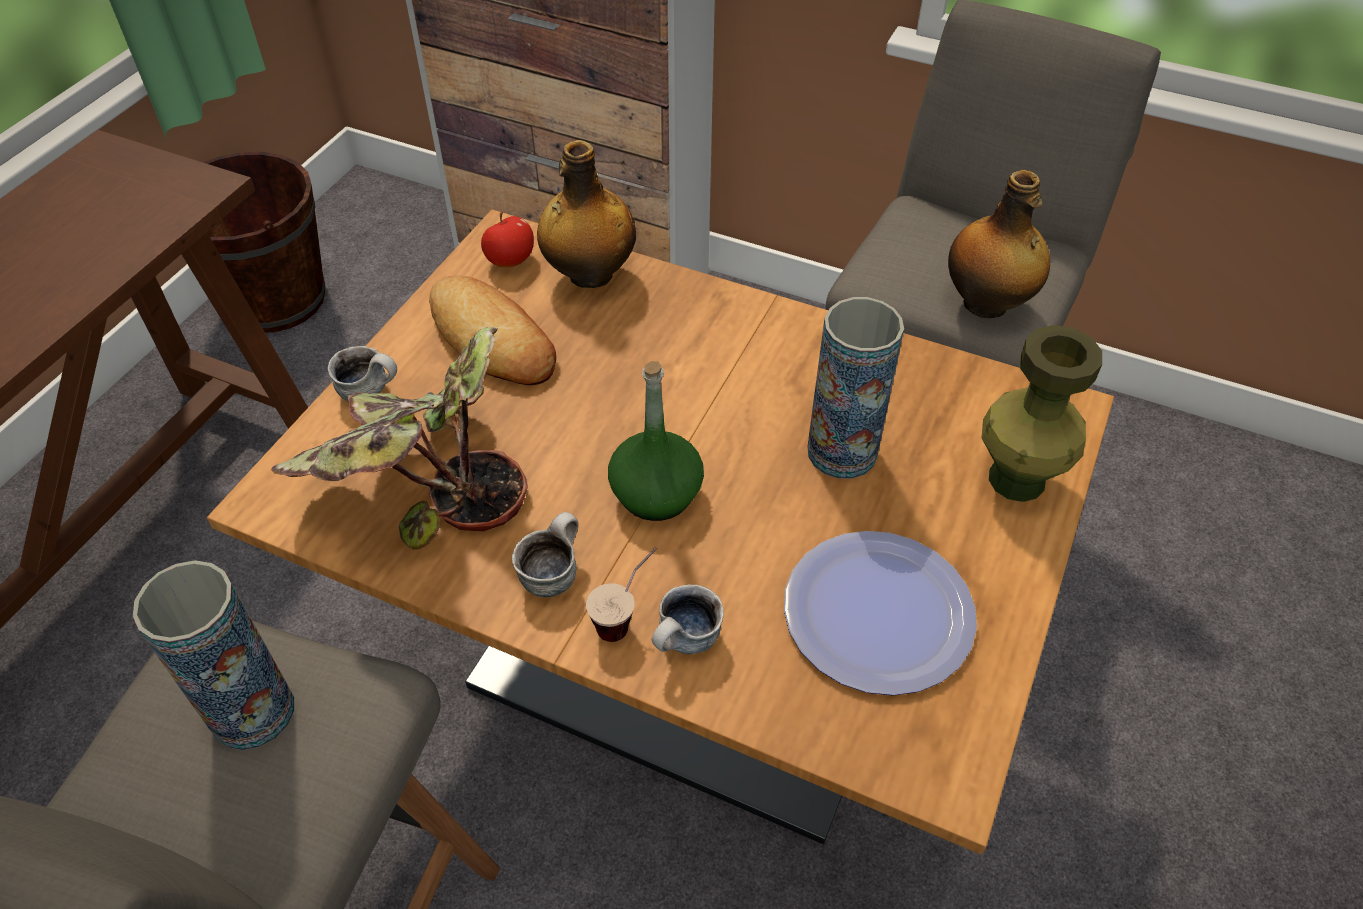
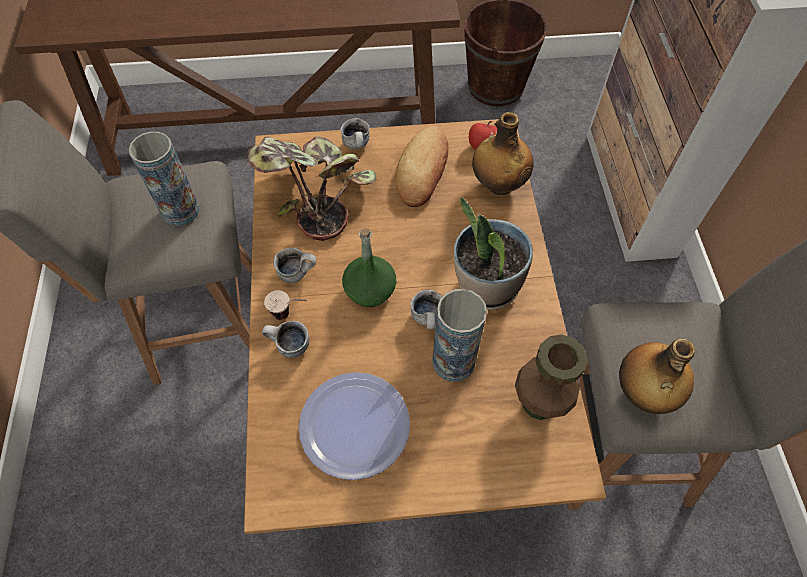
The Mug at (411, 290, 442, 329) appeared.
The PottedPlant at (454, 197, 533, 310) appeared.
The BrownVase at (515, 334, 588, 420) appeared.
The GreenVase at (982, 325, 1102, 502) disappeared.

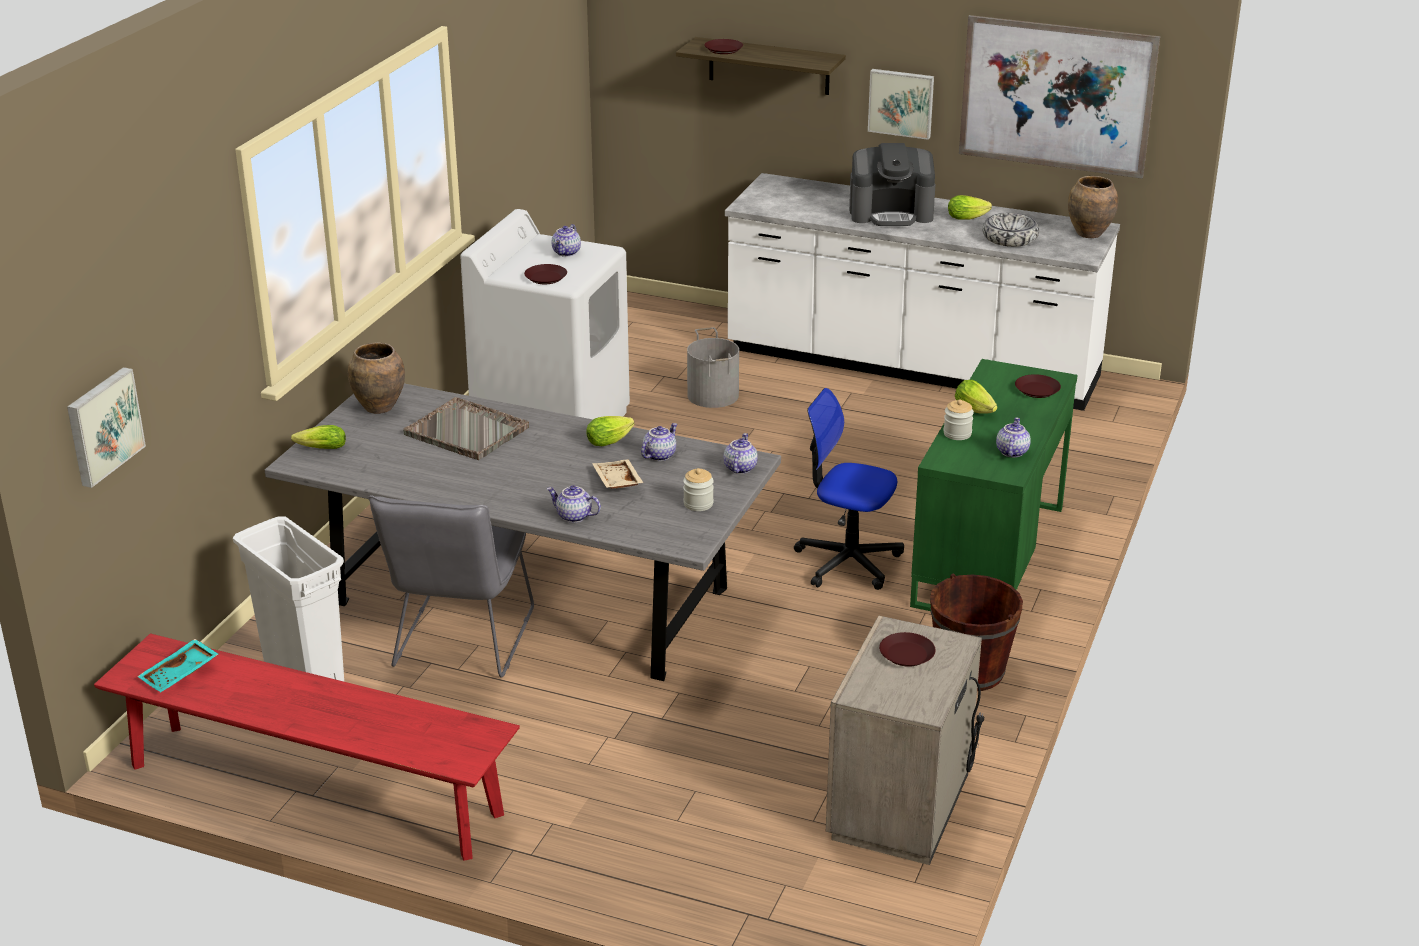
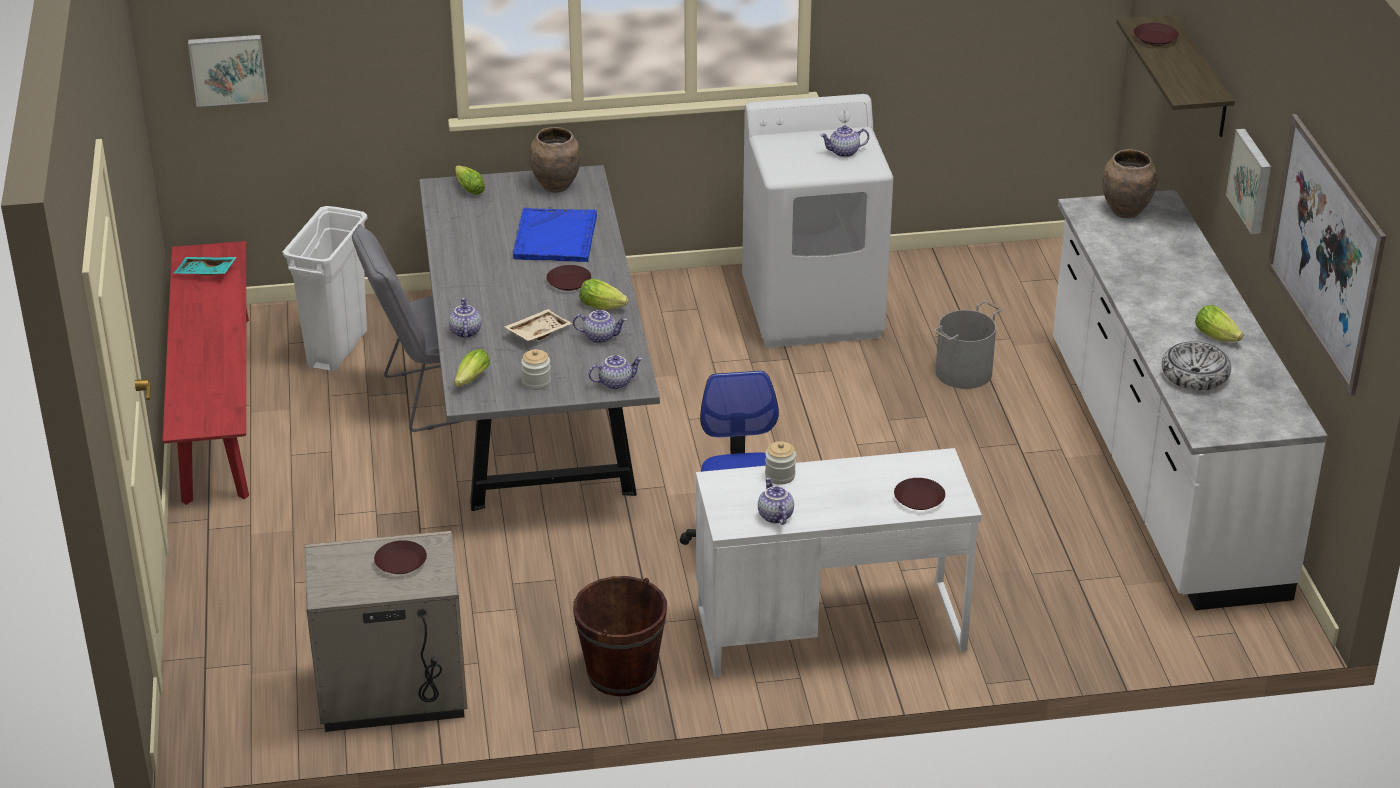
The Lettuce moved from (955, 380, 998, 414) to (454, 349, 490, 387).
The GreyTray at (403, 397, 529, 460) became the BlueTray at (513, 208, 597, 262).
The BrownPlate moved from (524, 264, 567, 284) to (546, 265, 591, 291).
The GreenDesk at (910, 359, 1077, 611) became the WhiteDesk at (696, 448, 982, 677).
The Teapot at (996, 418, 1031, 457) turned 90 degrees counterclockwise.
The BrownVase moved from (1068, 176, 1118, 238) to (1102, 149, 1157, 218).
The CoffeeMachine at (849, 143, 936, 226) disappeared.

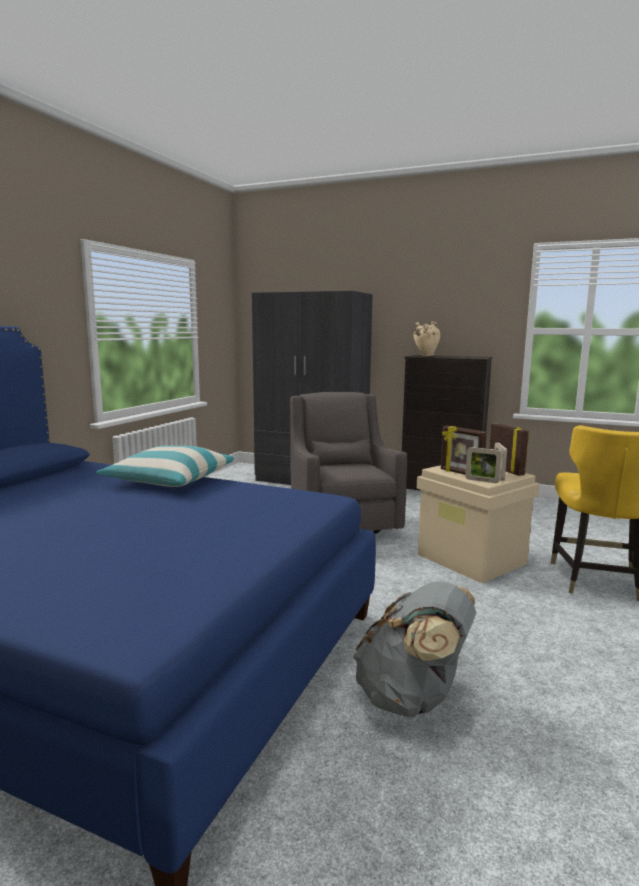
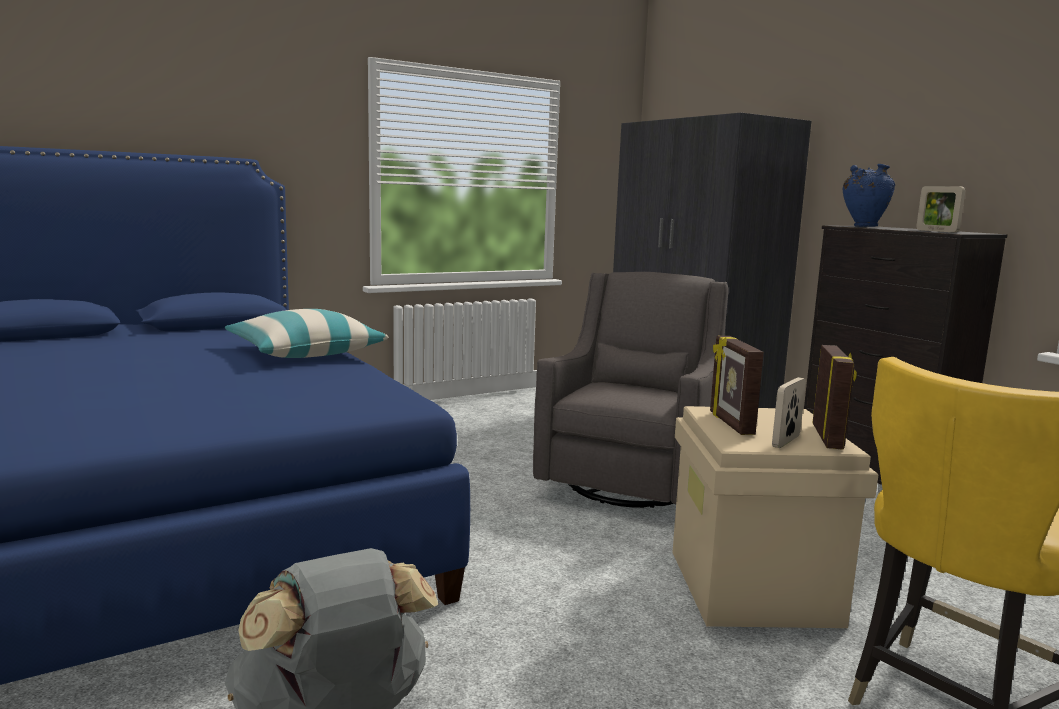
The BeigeVase at (413, 322, 440, 356) became the BlueVase at (843, 164, 895, 227).
The PictureFrame moved from (465, 447, 502, 483) to (916, 186, 965, 232).

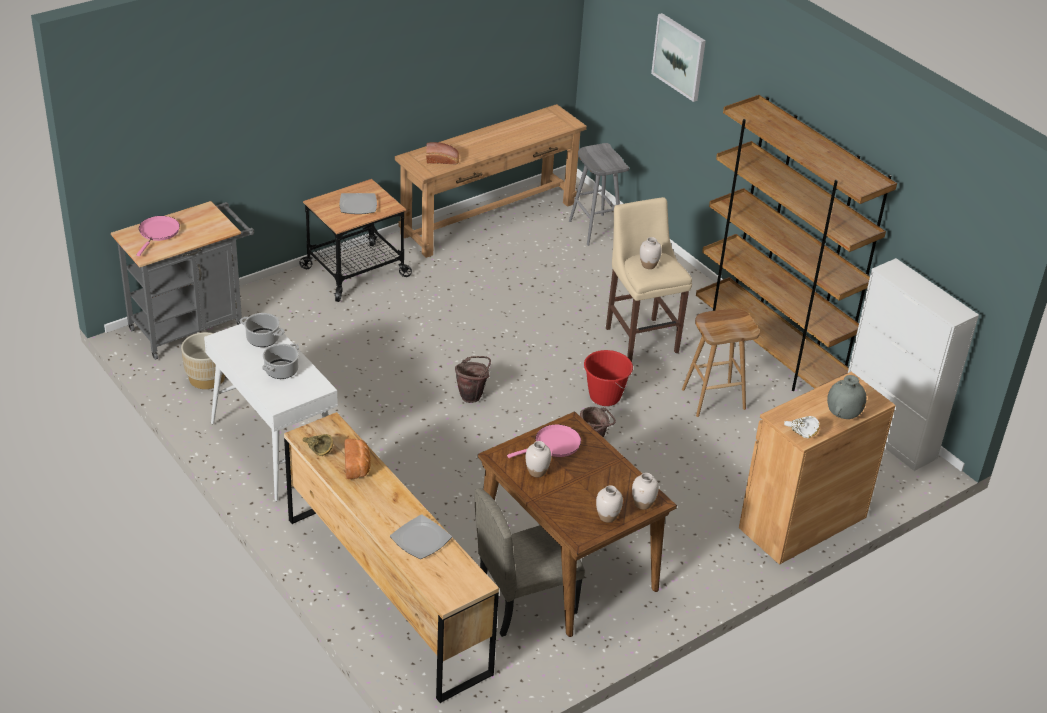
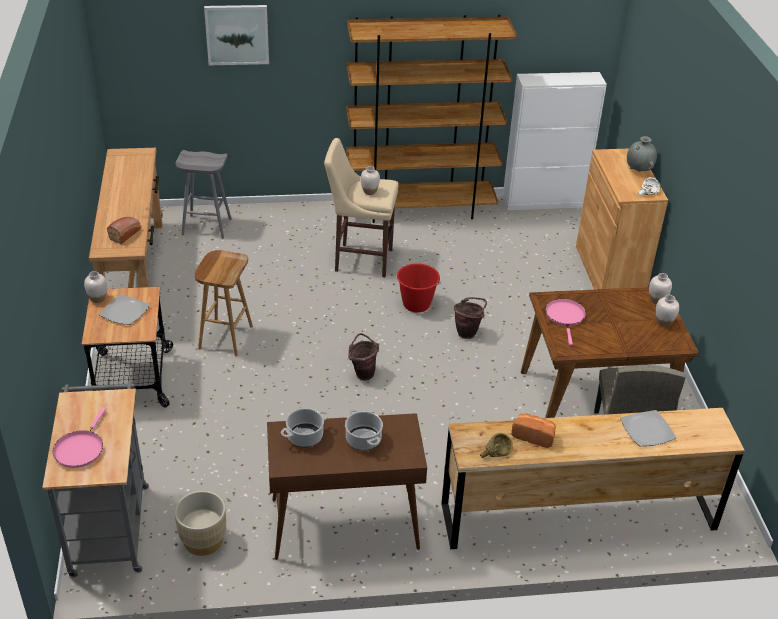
The PinkFryingPan at (136, 216, 180, 256) turned 120 degrees counterclockwise.
The WhiteVase moved from (525, 441, 551, 477) to (84, 271, 107, 303).
The BrownStool moved from (682, 309, 760, 417) to (195, 250, 253, 356).
The WhiteConsoleTable at (204, 324, 338, 501) became the BrownConsoleTable at (267, 413, 427, 560).

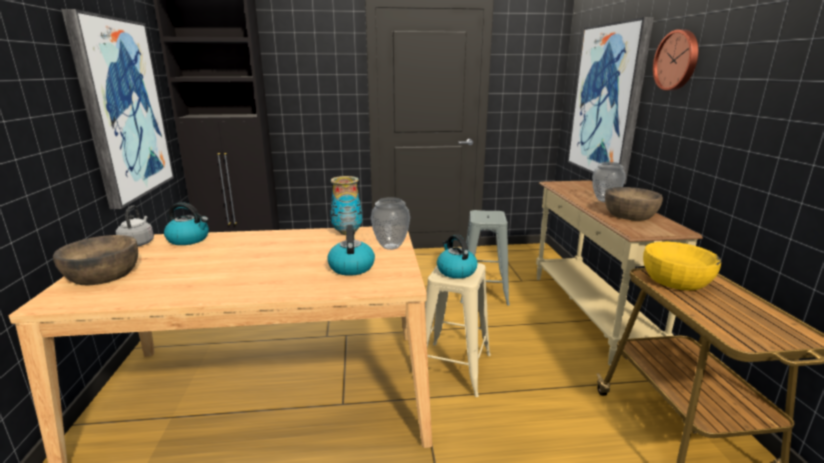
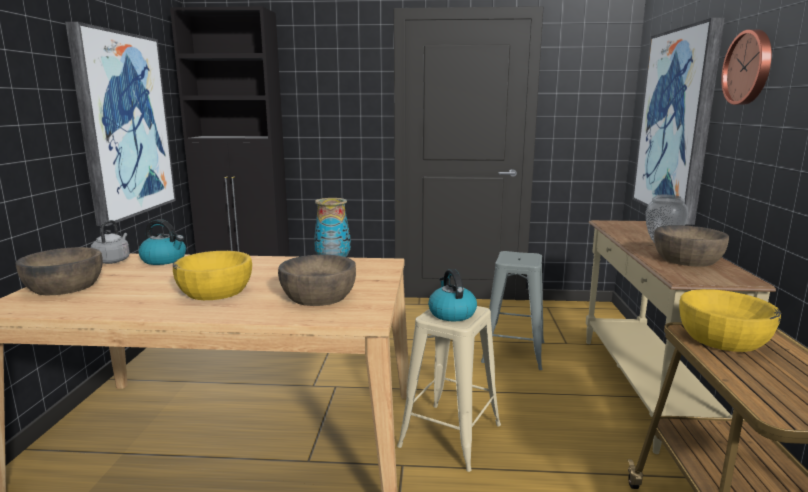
The YellowBowl at (173, 251, 252, 300) appeared.
The Kettle at (327, 225, 375, 276) was replaced by the BrownBowl at (278, 254, 356, 306).
The Vase at (371, 197, 410, 250) disappeared.

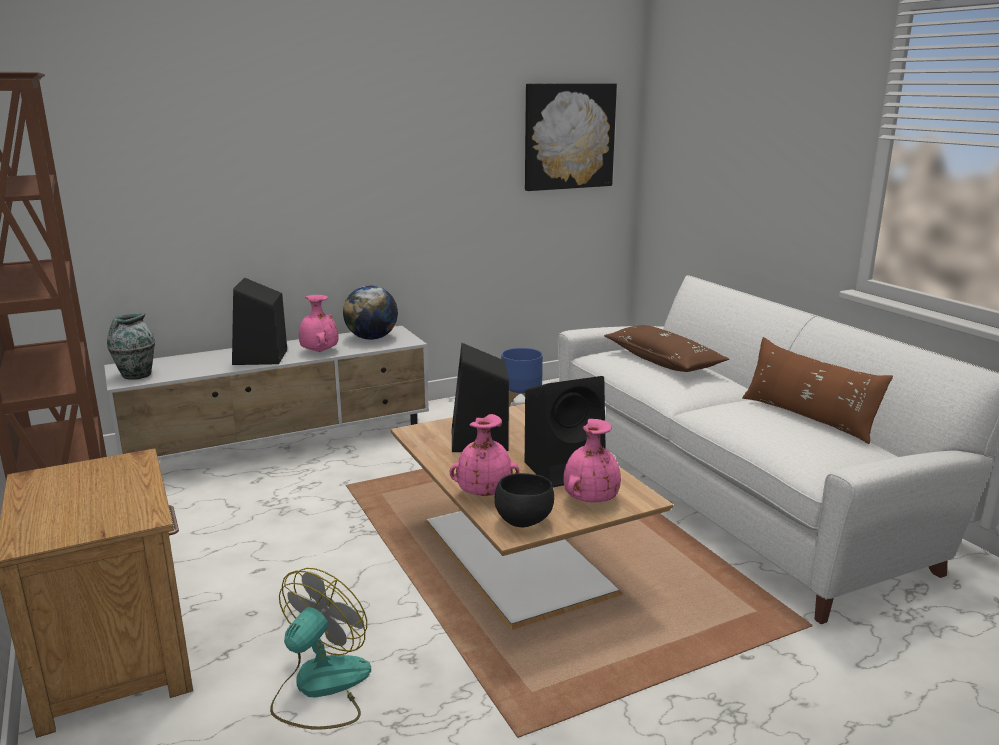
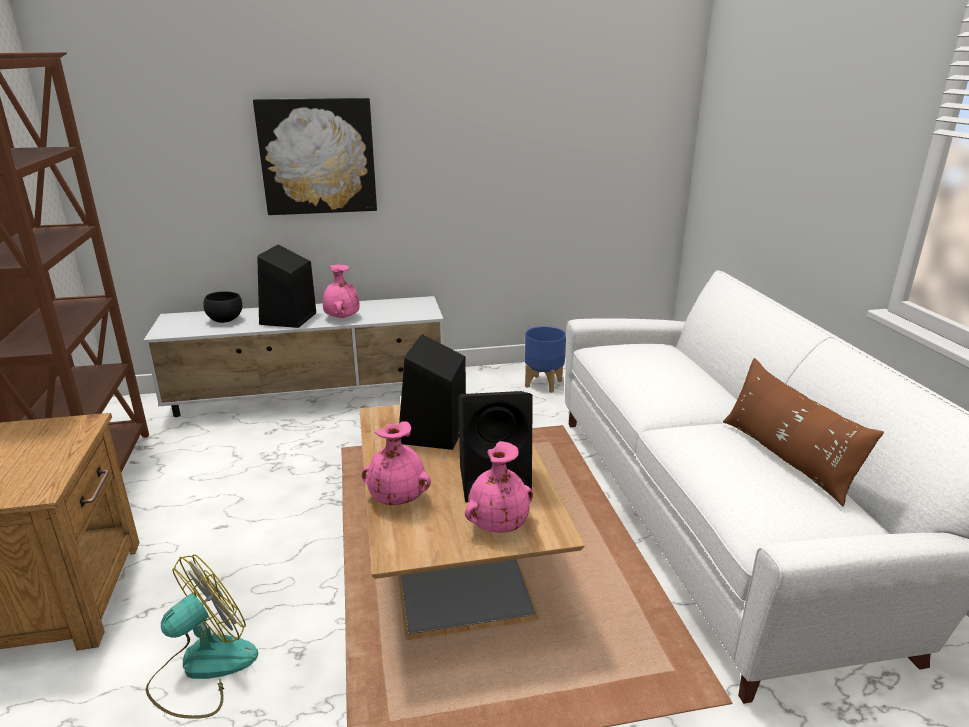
The BlackBowl moved from (494, 473, 554, 527) to (204, 291, 242, 323).
The Picture moved from (525, 83, 617, 191) to (253, 98, 377, 215).
The Vase at (107, 313, 155, 380) disappeared.
The Globe at (343, 285, 398, 340) disappeared.
The BrownPillow at (604, 325, 729, 372) disappeared.

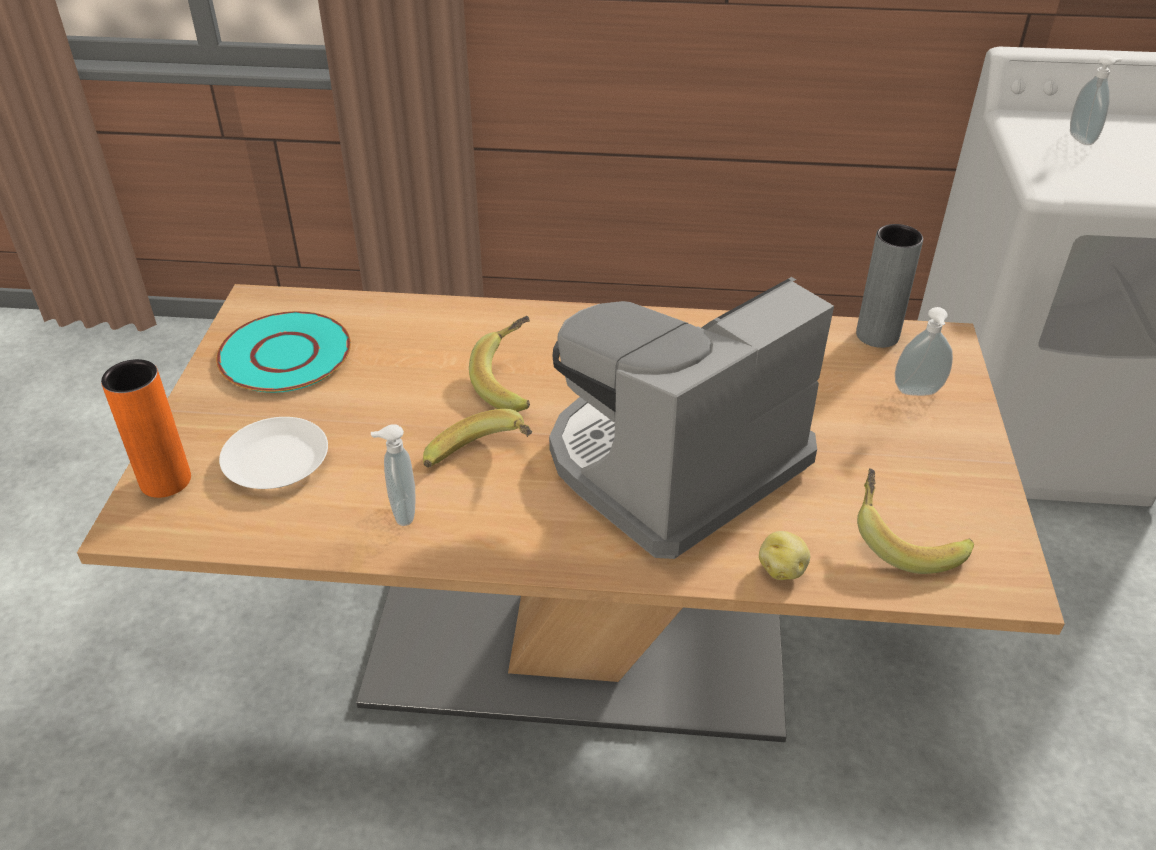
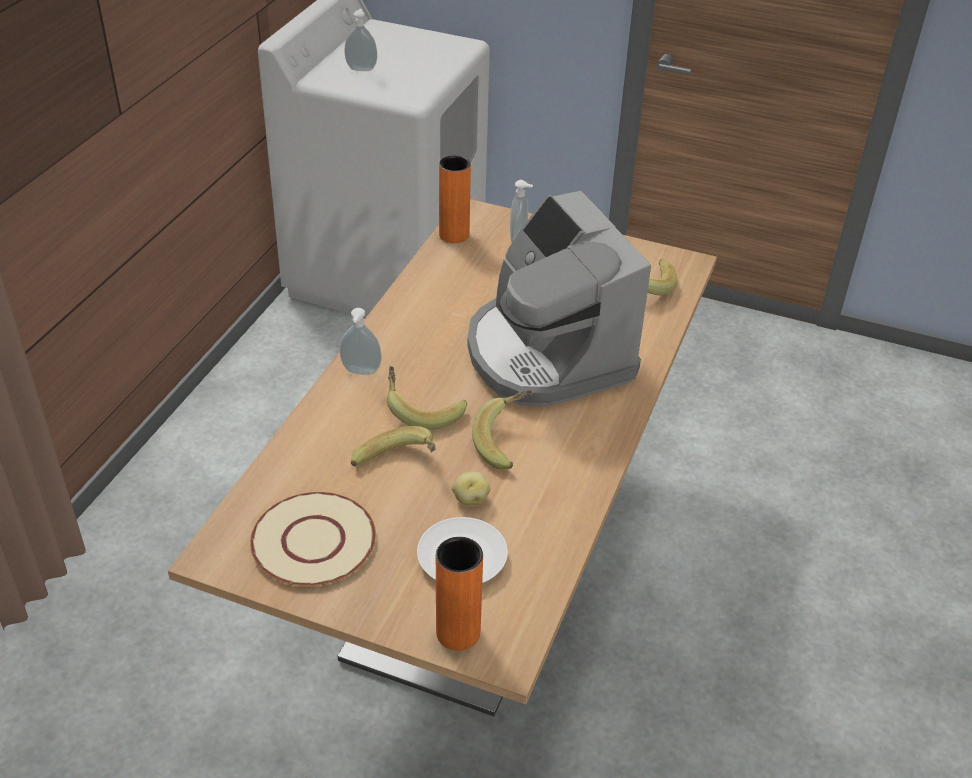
The TurquoisePlate at (216, 311, 351, 393) became the BeigePlate at (250, 492, 376, 586).
The SoapDispenser moved from (371, 424, 415, 526) to (340, 308, 381, 375).
The Banana at (351, 426, 436, 466) appeared.
The GreyVase at (856, 224, 923, 348) became the OrangeVase at (439, 155, 471, 243).
The Potato moved from (759, 531, 810, 580) to (452, 471, 490, 505).

